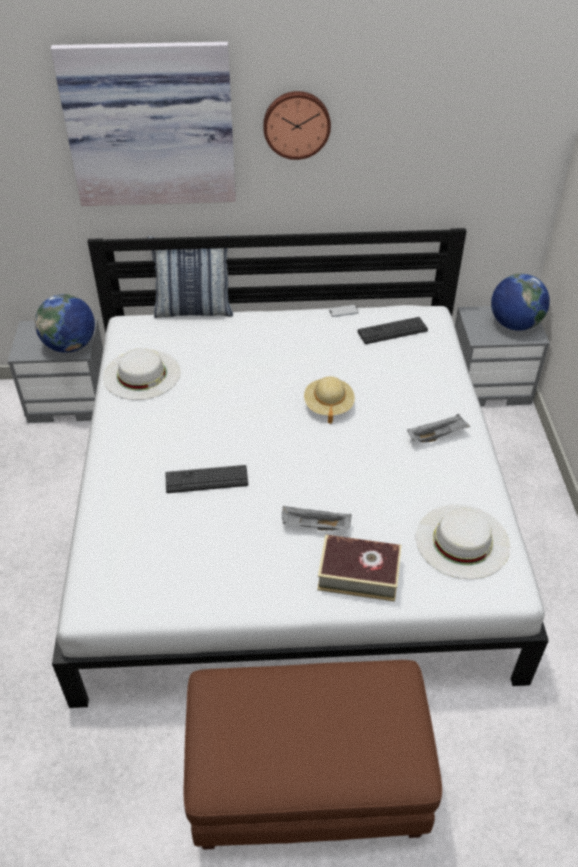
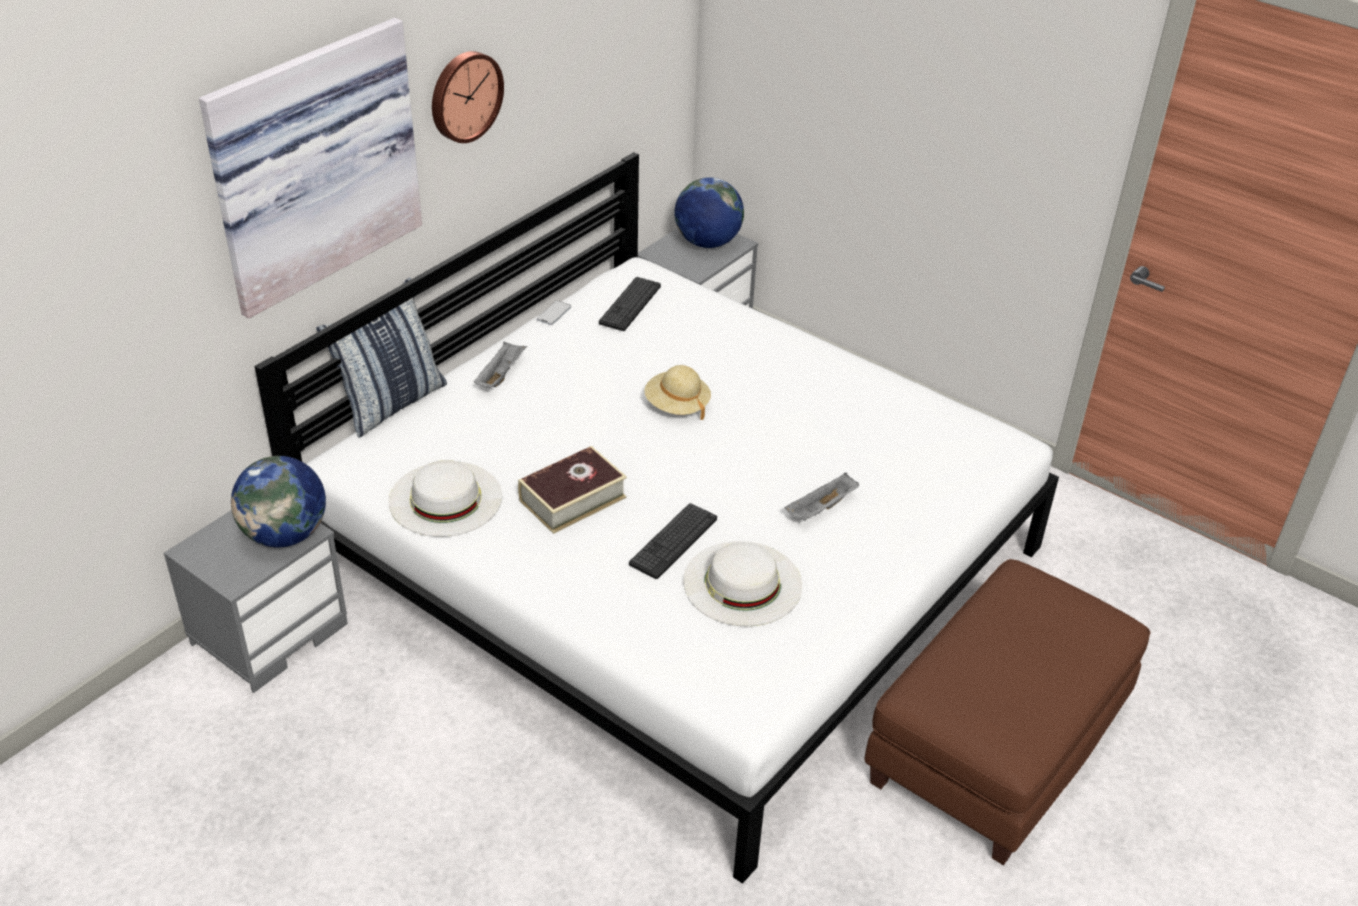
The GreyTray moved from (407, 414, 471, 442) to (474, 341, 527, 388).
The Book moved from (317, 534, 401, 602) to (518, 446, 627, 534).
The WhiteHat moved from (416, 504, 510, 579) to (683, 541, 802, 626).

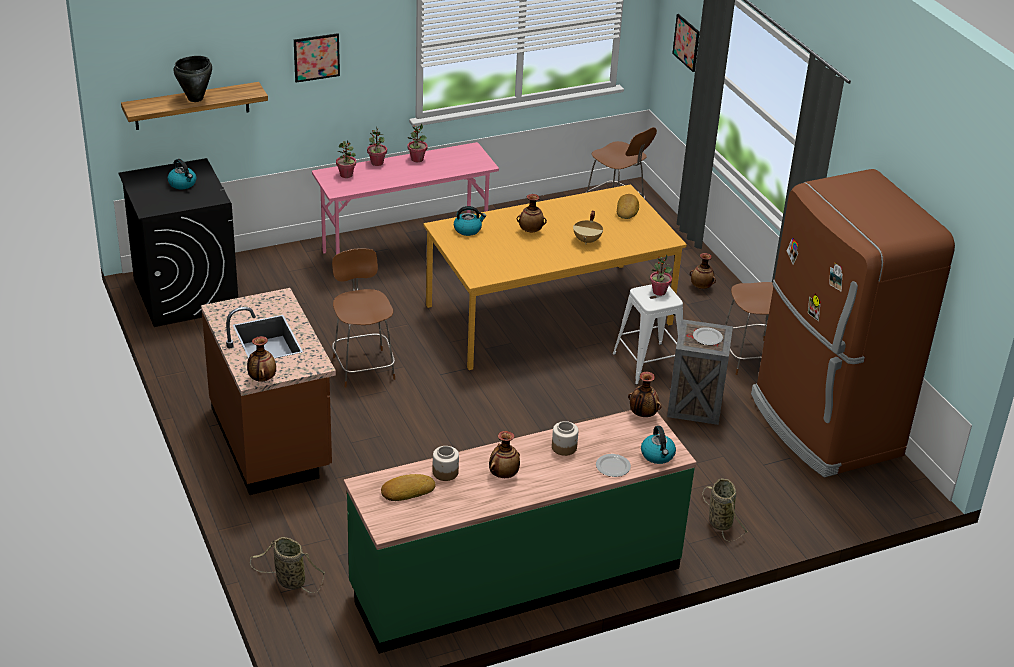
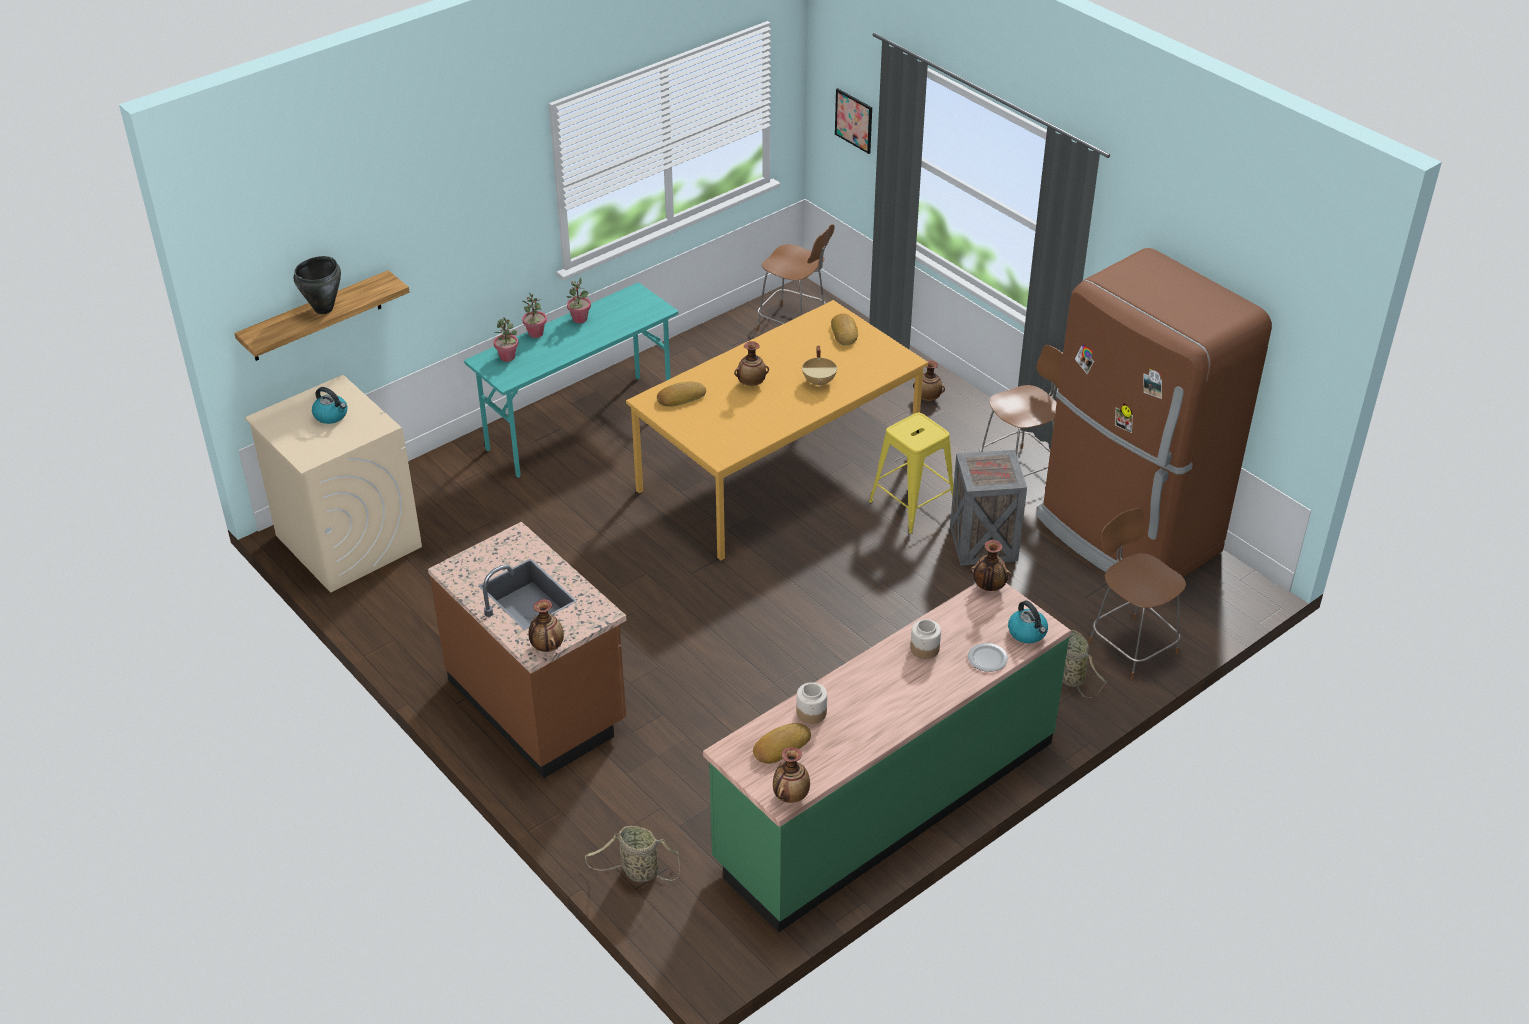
The BlackWashingMachine at (118, 158, 238, 327) became the BeigeWashingMachine at (245, 375, 422, 593).
The PinkDesk at (312, 142, 499, 254) became the TurquoiseDesk at (464, 283, 678, 478).
The Kettle at (454, 206, 486, 236) was replaced by the Bread at (657, 382, 706, 407).
The Vase moved from (489, 431, 520, 478) to (773, 747, 810, 803).
The WhiteStool at (613, 284, 683, 385) became the YellowStool at (869, 413, 953, 534).
The BrownChair moved from (332, 248, 395, 388) to (1088, 508, 1186, 680).
The Picture at (294, 33, 340, 83) disappeared.
The PottedPlant at (650, 254, 672, 296) disappeared.
The Plate at (693, 327, 723, 345) disappeared.

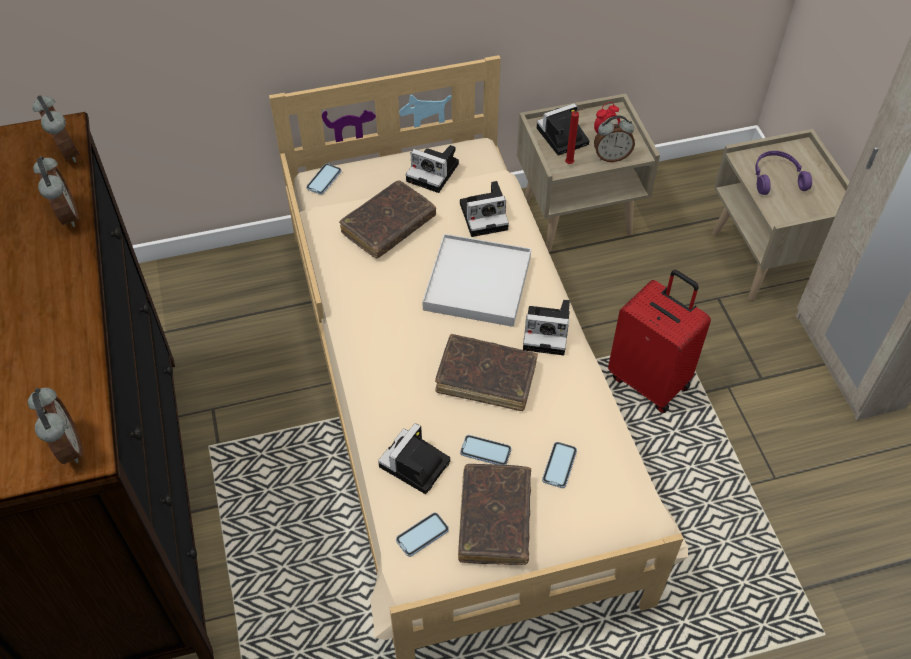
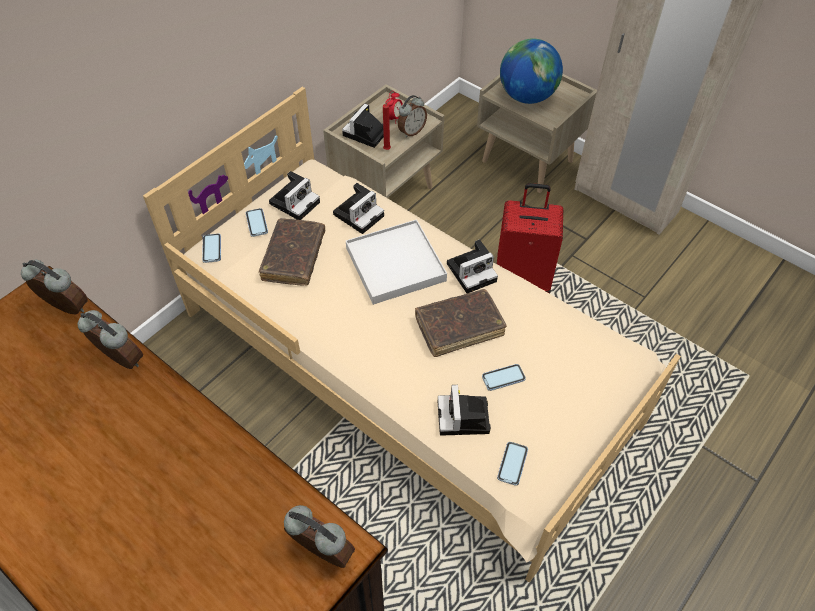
The Phone moved from (542, 442, 577, 488) to (246, 208, 268, 237).
The PhotoCamera at (406, 145, 459, 193) turned 45 degrees counterclockwise.
The PurpleHeadphones at (755, 151, 812, 195) was replaced by the Globe at (500, 38, 563, 104).
The BrownBook at (458, 464, 531, 565) disappeared.

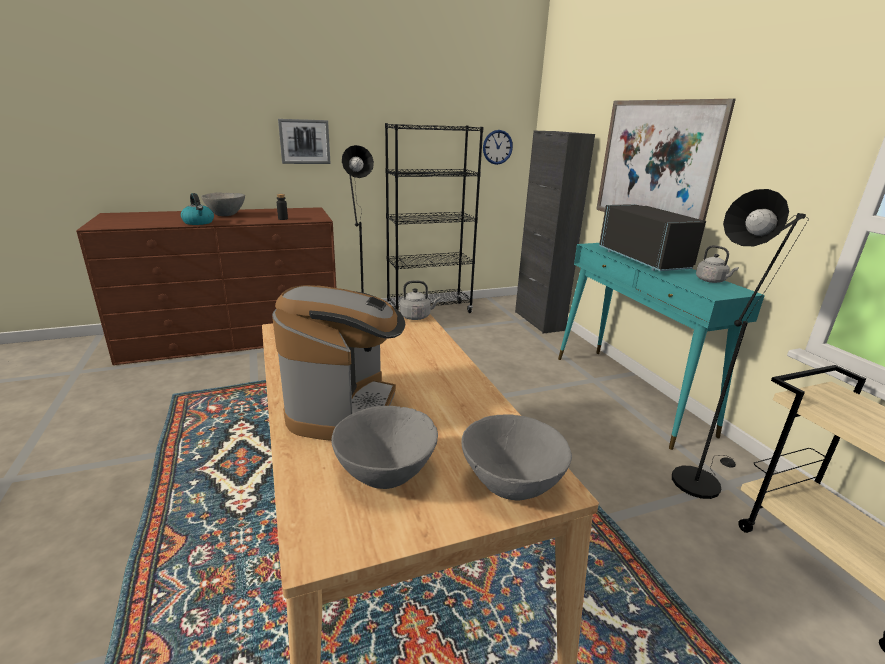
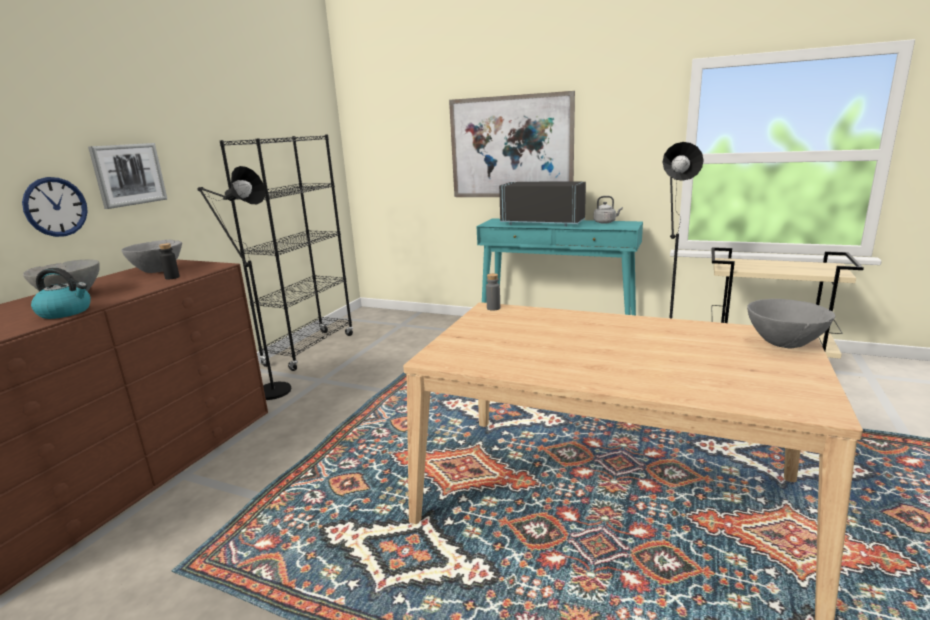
The WallClock moved from (483, 130, 513, 165) to (22, 177, 88, 237).
The GreyBowl moved from (331, 406, 438, 489) to (121, 240, 182, 273).
The GreyKettle at (399, 281, 440, 320) was replaced by the GreyBottle at (486, 273, 500, 311).
The CoffeeMachine at (272, 285, 406, 441) disappeared.
The BlackCabinet at (515, 131, 595, 334) disappeared.

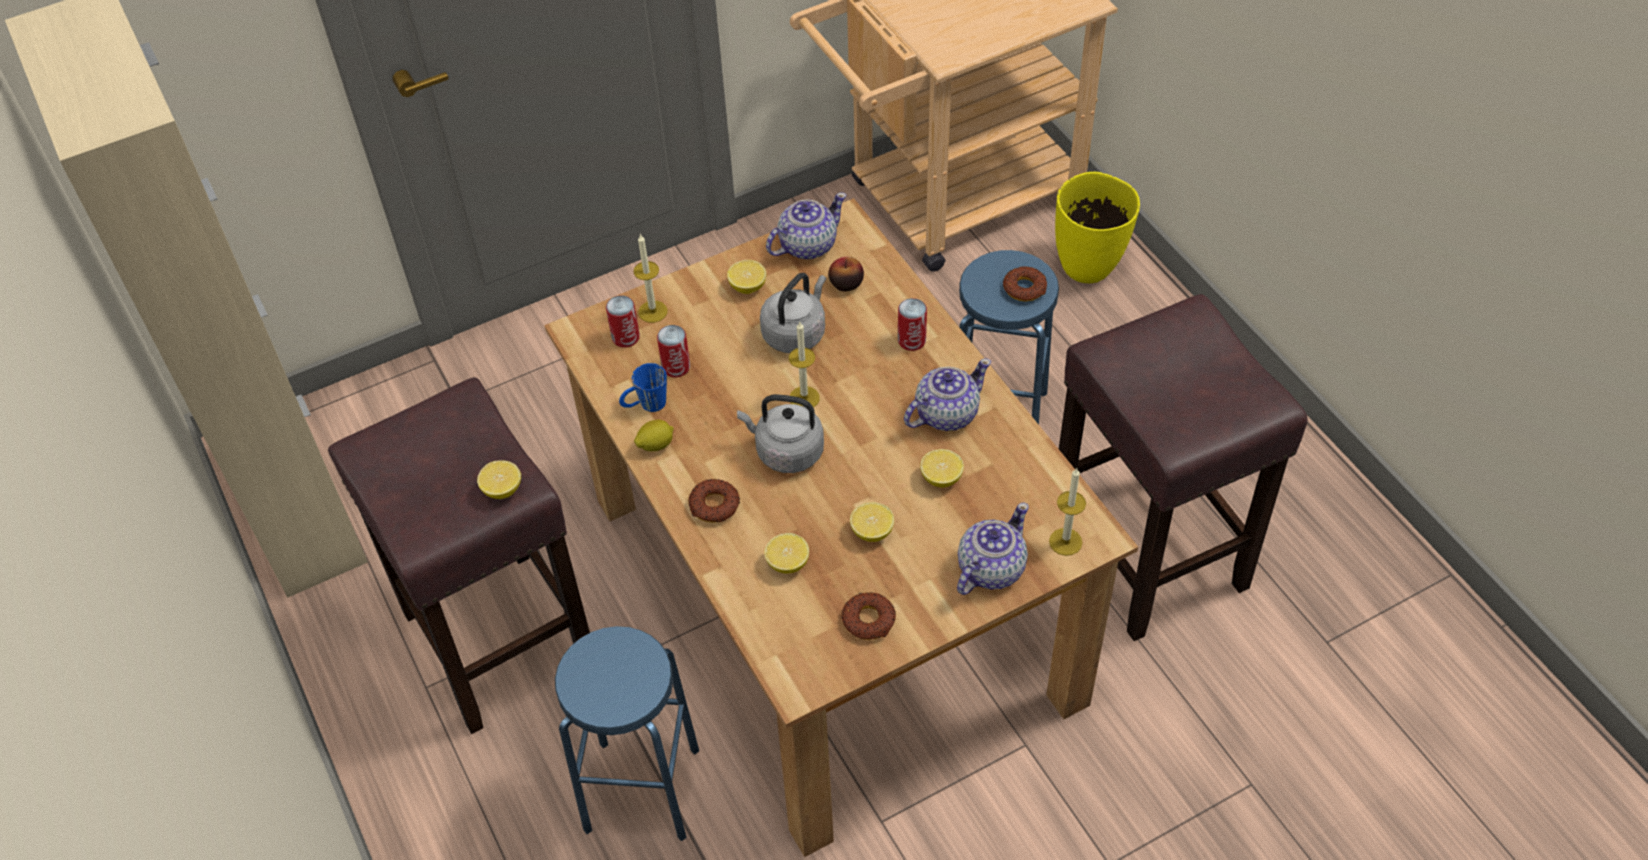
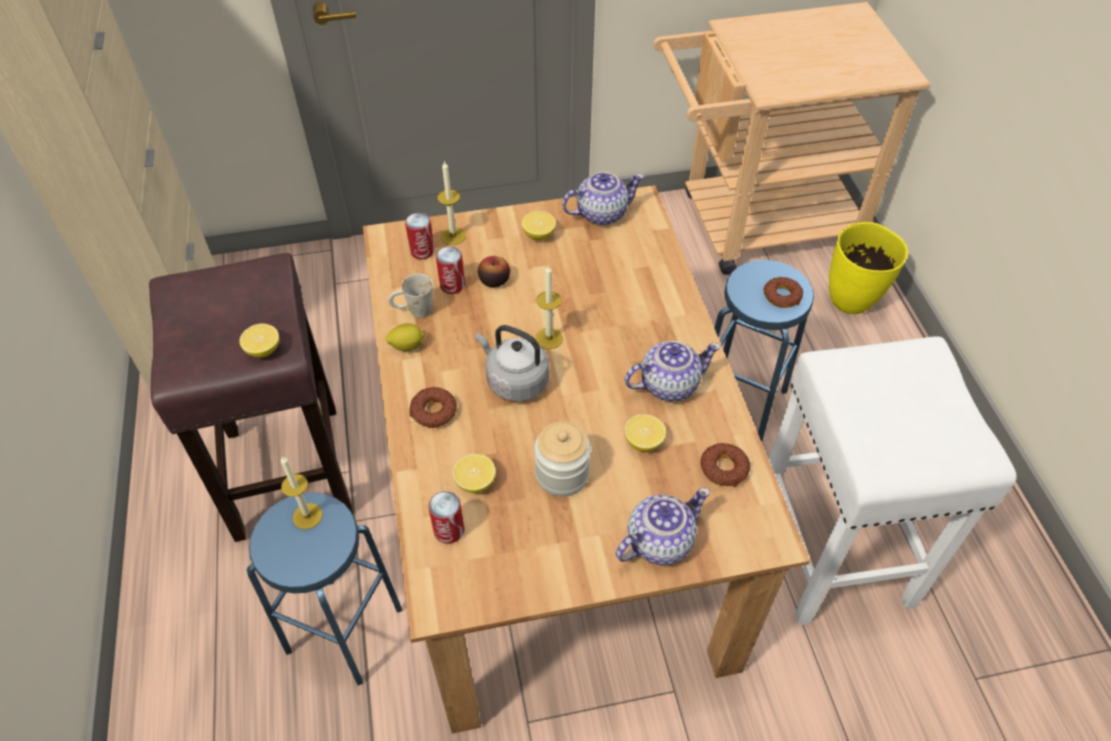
The Candle moved from (1049, 468, 1086, 556) to (281, 456, 322, 529).
The BlueMug at (619, 363, 667, 412) became the WhiteMug at (388, 274, 433, 318).
The Can moved from (898, 298, 927, 351) to (428, 491, 465, 544).
The Apple moved from (828, 257, 864, 292) to (478, 256, 510, 287).
The Lemon at (850, 502, 894, 542) was replaced by the Jar at (534, 421, 591, 497).
The Donut moved from (842, 592, 896, 640) to (701, 443, 750, 487).
The BrownStool at (1059, 294, 1308, 641) became the WhiteStool at (769, 336, 1017, 625).
The GreyKettle at (760, 273, 826, 353) disappeared.

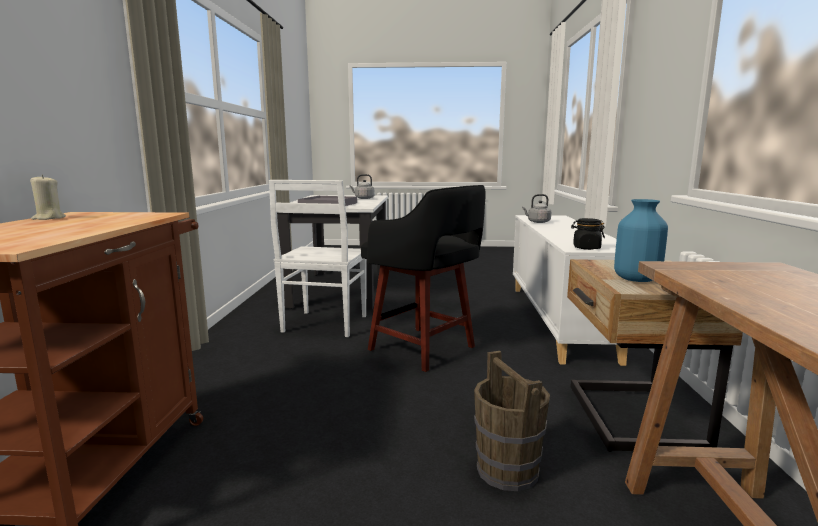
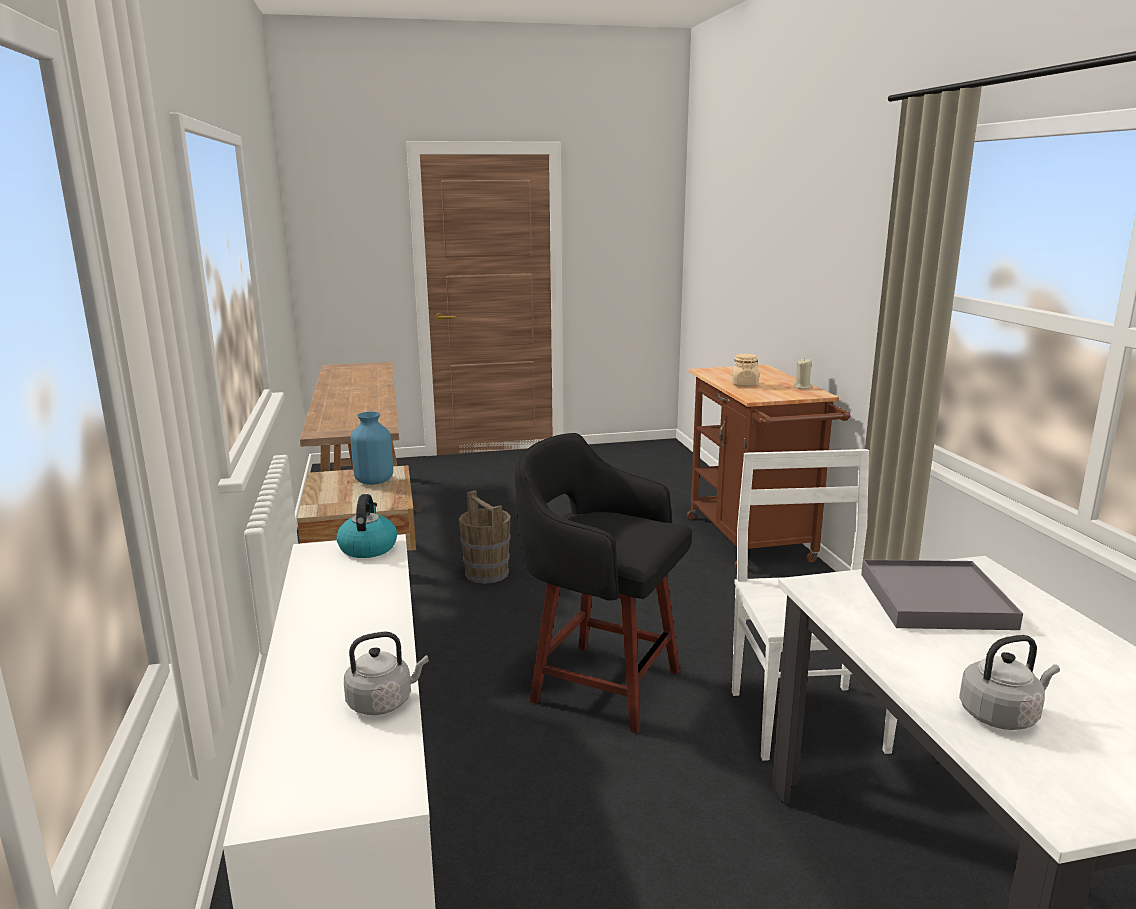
The BlackJar at (571, 218, 605, 250) was replaced by the Kettle at (336, 494, 397, 558).
The BeigeJar at (731, 354, 759, 386) appeared.

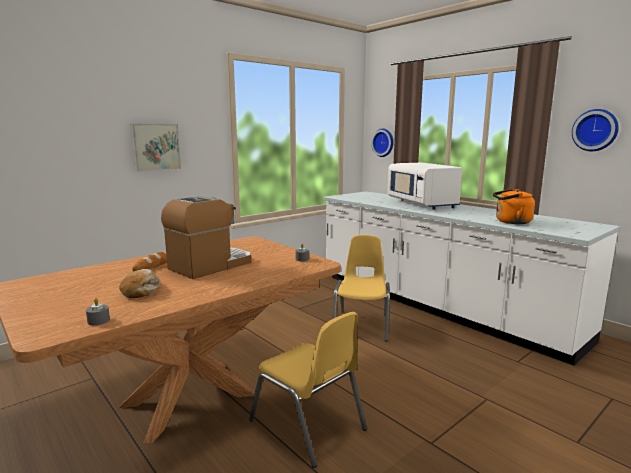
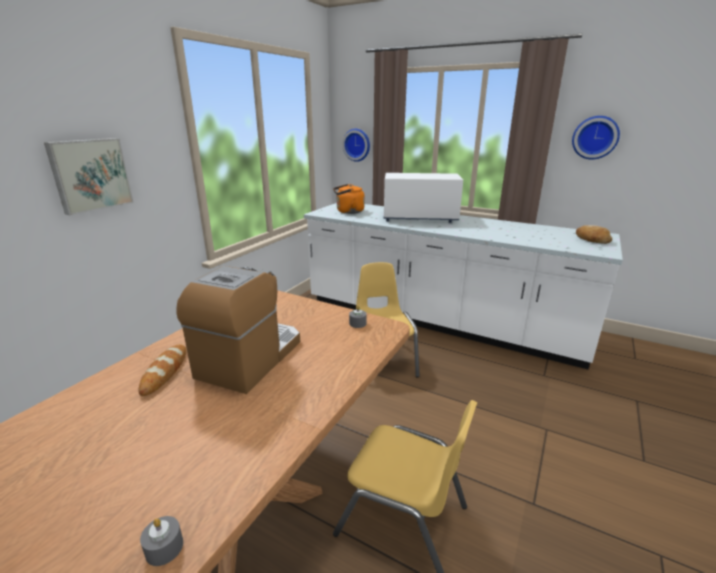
The OrangeKettle moved from (493, 189, 535, 224) to (333, 184, 365, 214).
The WhiteMicrowave at (387, 163, 462, 210) turned 135 degrees clockwise.
The Bread moved from (119, 269, 160, 298) to (576, 225, 612, 244).

